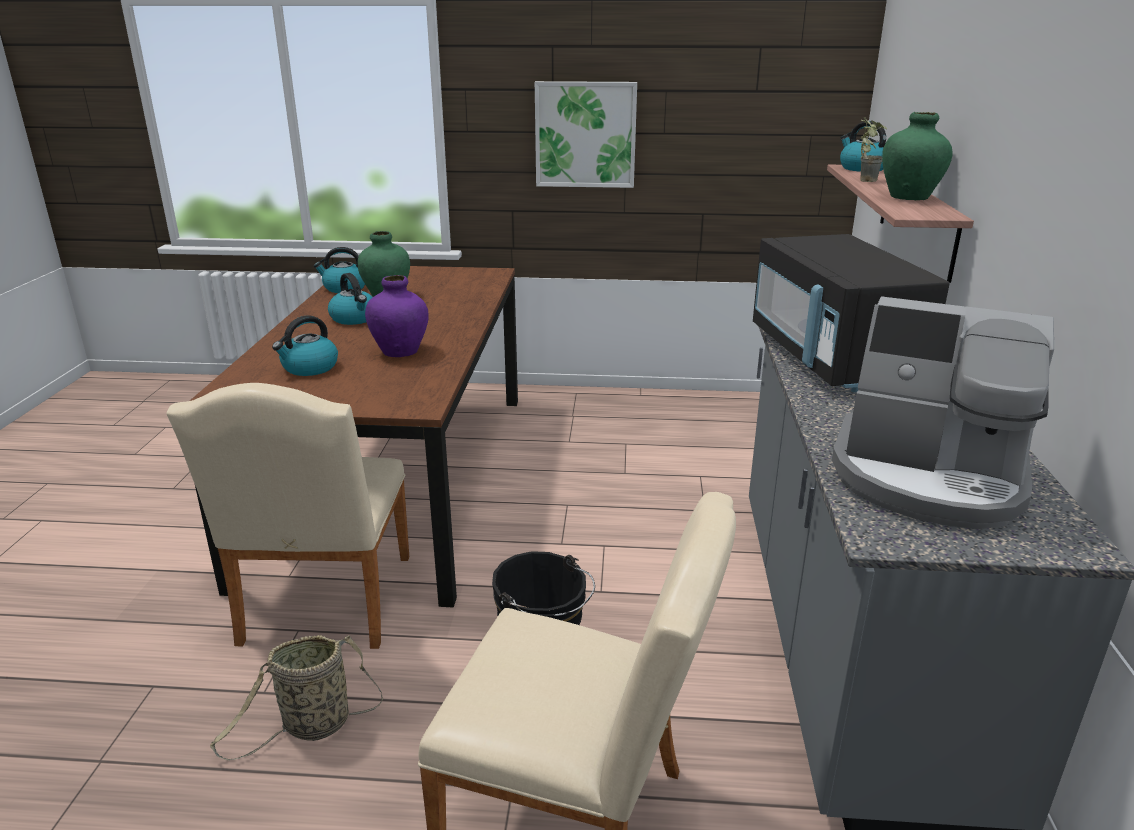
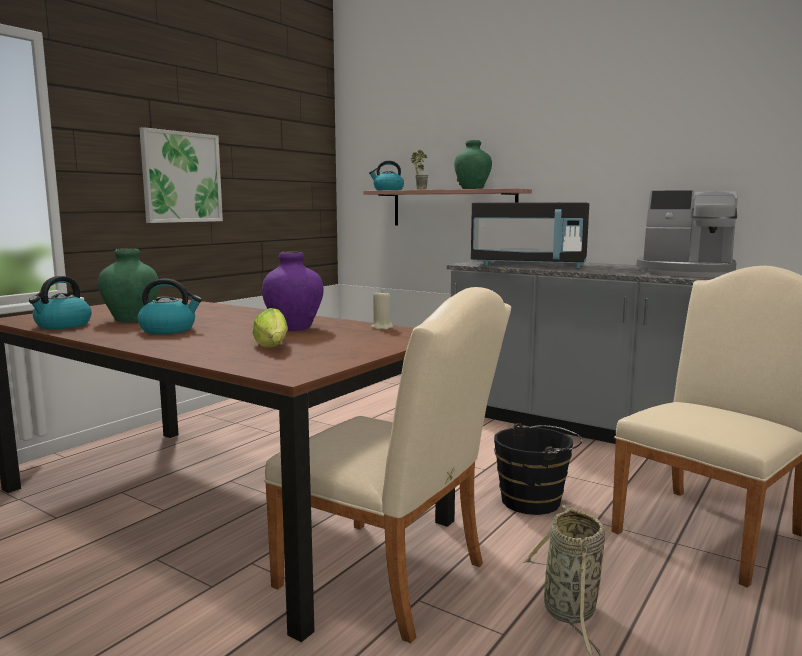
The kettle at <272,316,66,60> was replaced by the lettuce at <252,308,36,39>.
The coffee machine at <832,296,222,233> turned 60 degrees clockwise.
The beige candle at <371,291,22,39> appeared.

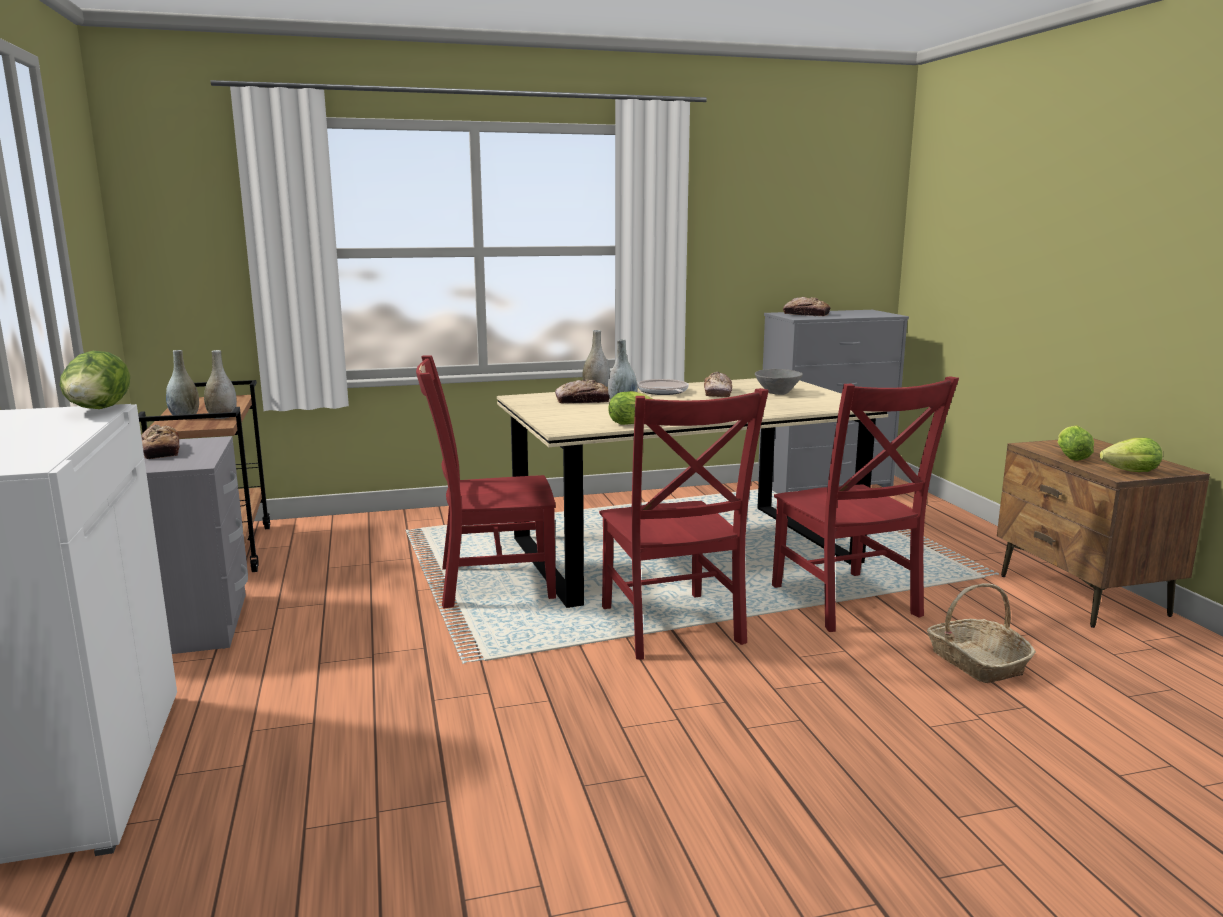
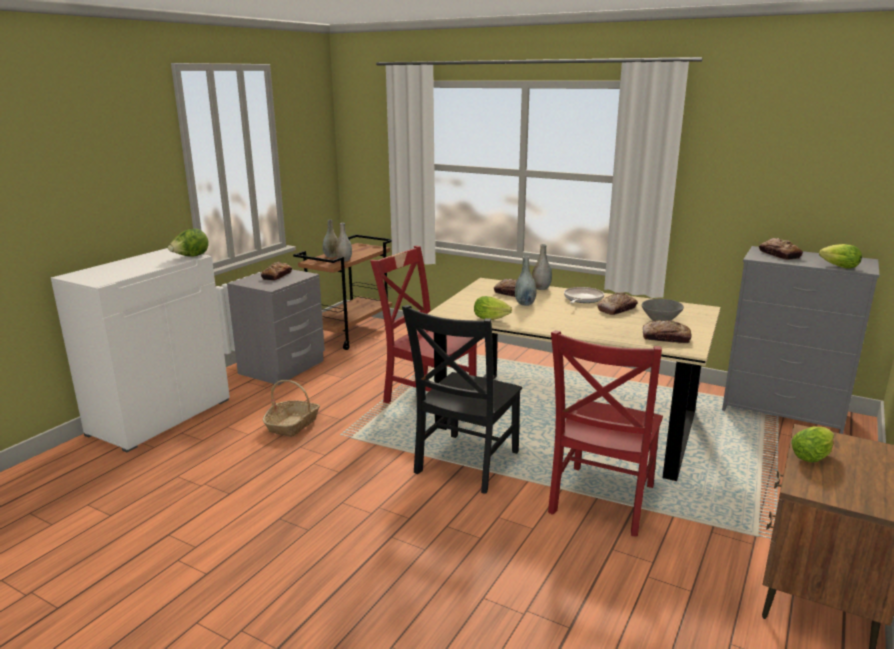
The red chair at <599,388,170,271> became the black chair at <402,305,120,189>.
The basket moved from <927,583,109,100> to <262,380,58,57>.
The lettuce moved from <1100,438,62,34> to <819,244,43,25>.
The bread at <643,320,48,23> appeared.

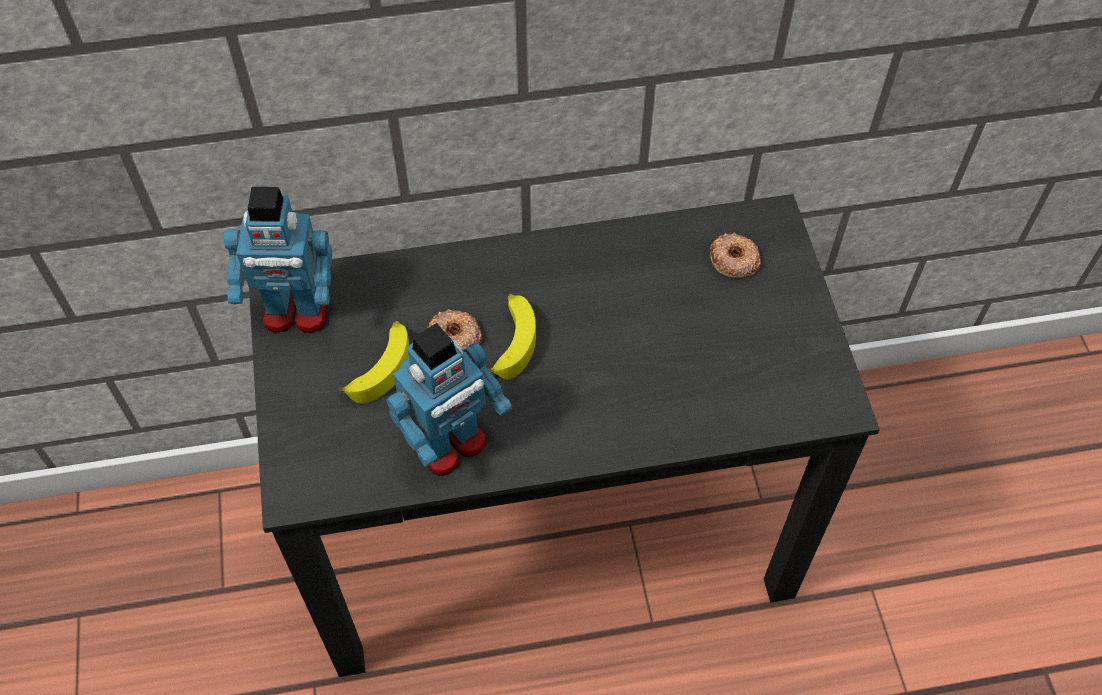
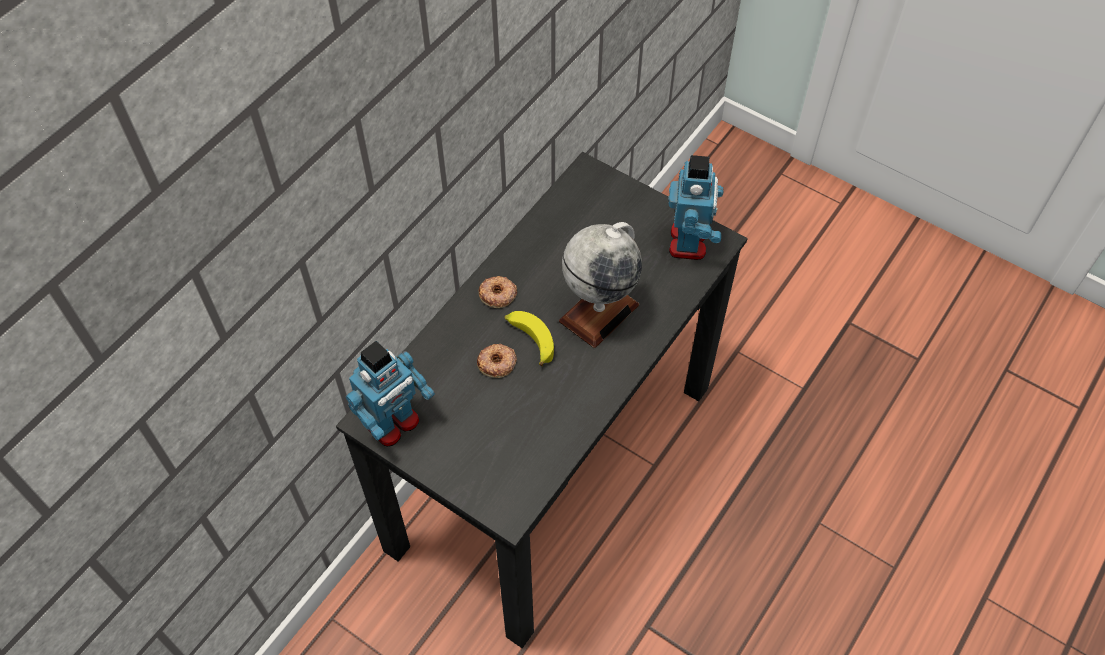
The banana at <339,321,70,83> disappeared.
The toy robot moved from <386,323,126,153> to <668,155,56,105>.
The donut moved from <710,232,51,46> to <479,276,38,32>.
The globe at <559,222,83,126> appeared.

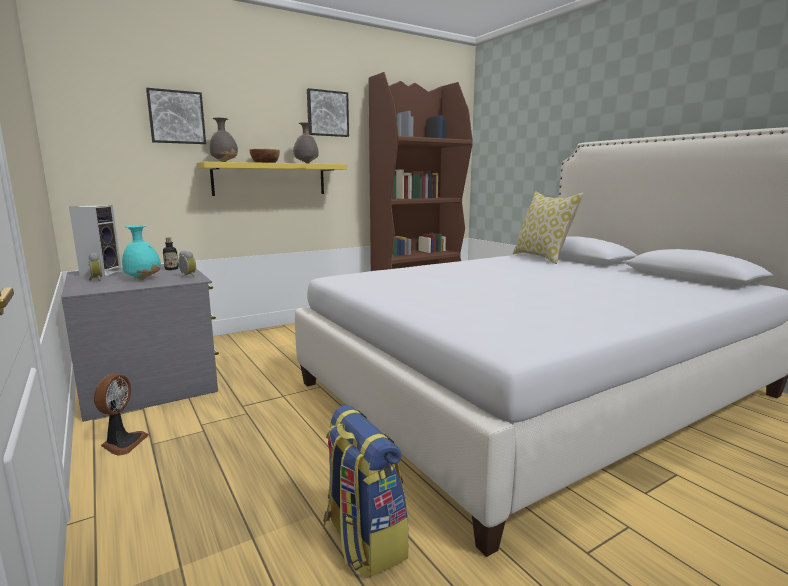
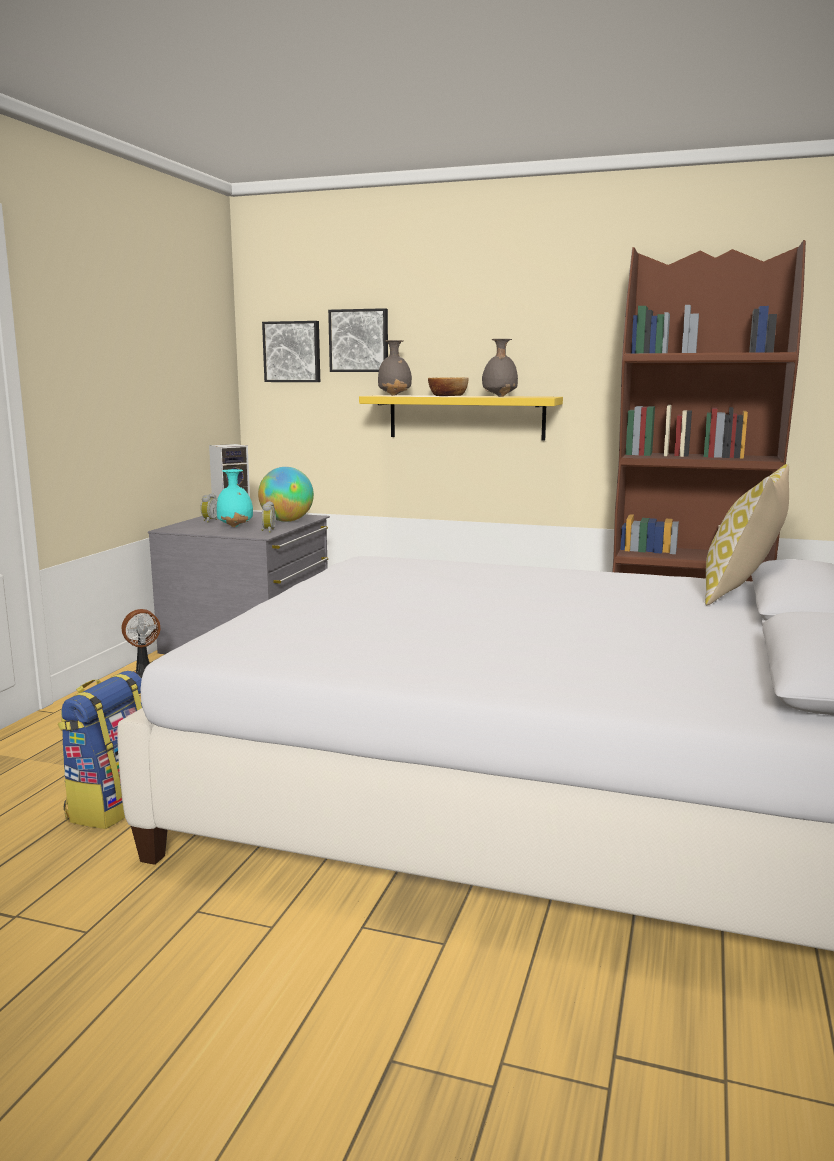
The bottle at <163,237,16,33> was replaced by the globe at <258,467,56,55>.
The picture moved from <307,88,42,49> to <262,321,58,61>.

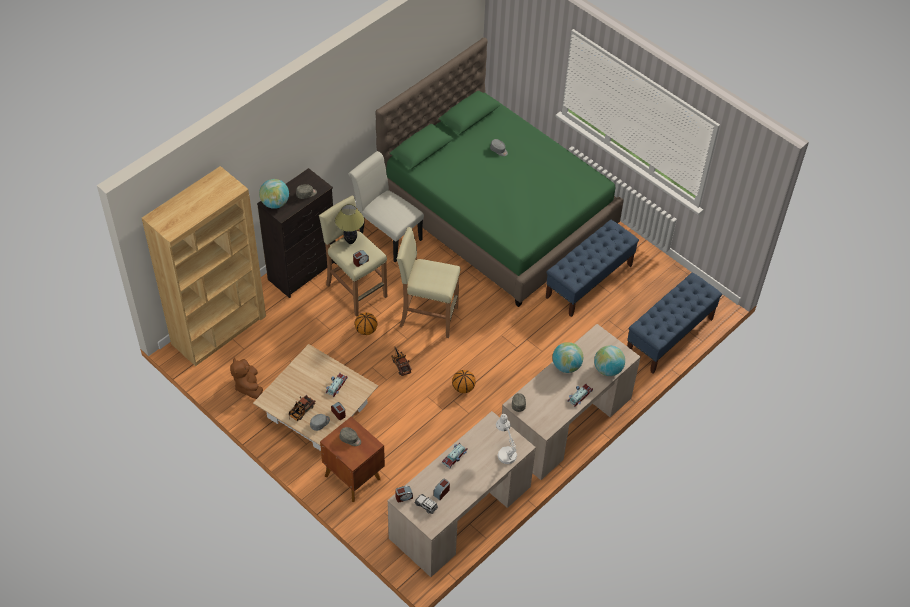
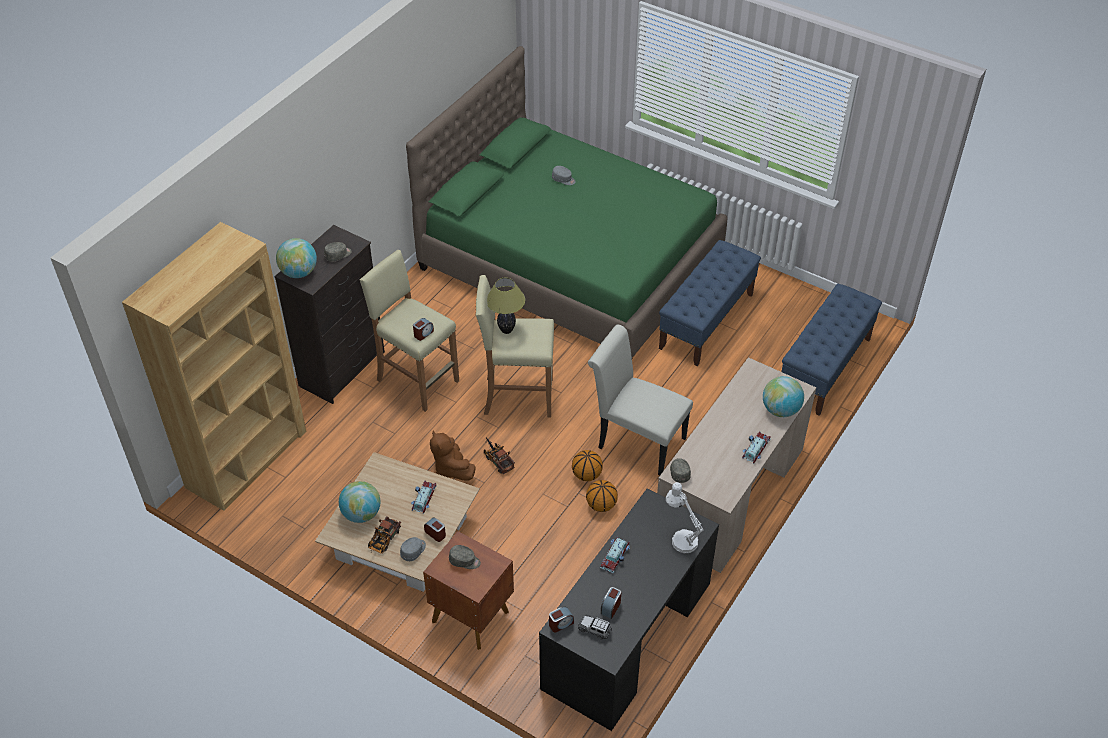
The brown plush toy moved from <230,358,33,41> to <430,430,46,50>.
The table lamp moved from <335,204,29,40> to <487,278,39,56>.
The white chair moved from <348,151,76,111> to <588,325,105,150>.
The basketball moved from <355,312,22,23> to <586,480,32,32>.
The beige desk at <387,411,149,166> became the black desk at <539,488,180,243>.
The globe moved from <552,342,31,31> to <339,481,42,42>.

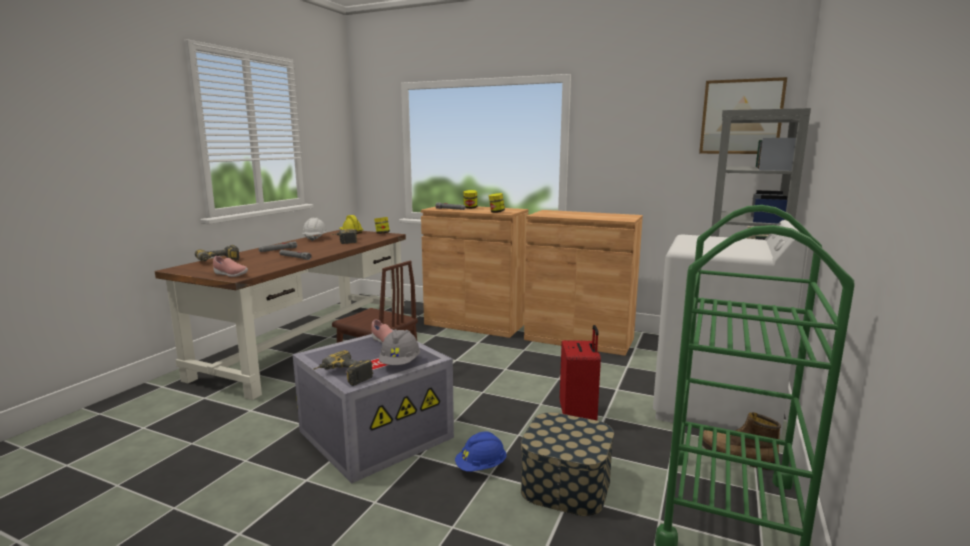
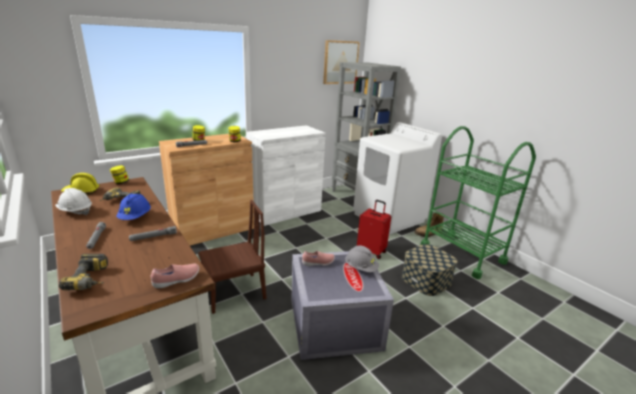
The power drill at <313,350,60,36> disappeared.
The blue hard hat moved from <455,431,52,41> to <116,194,35,26>.
The brown cabinet at <524,210,119,146> became the white cabinet at <246,125,79,101>.

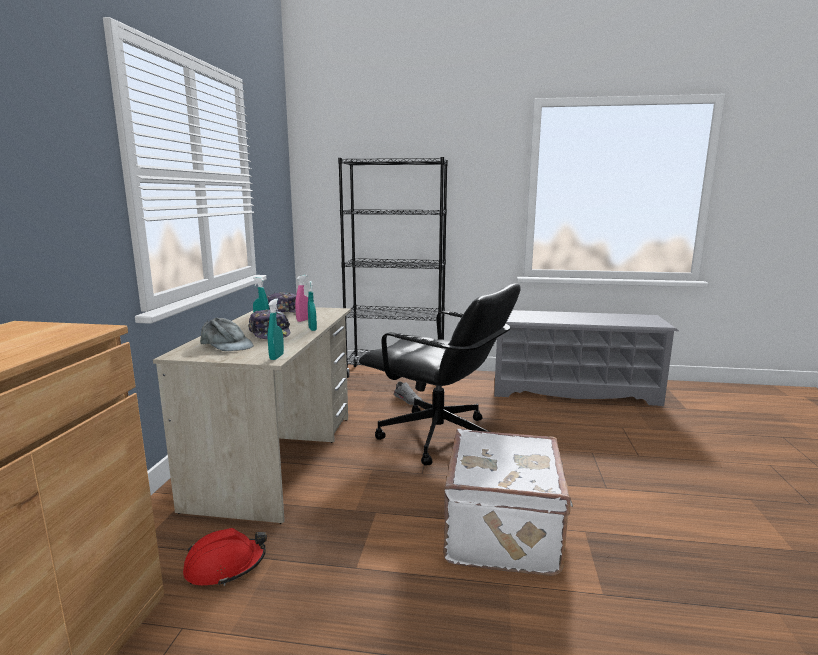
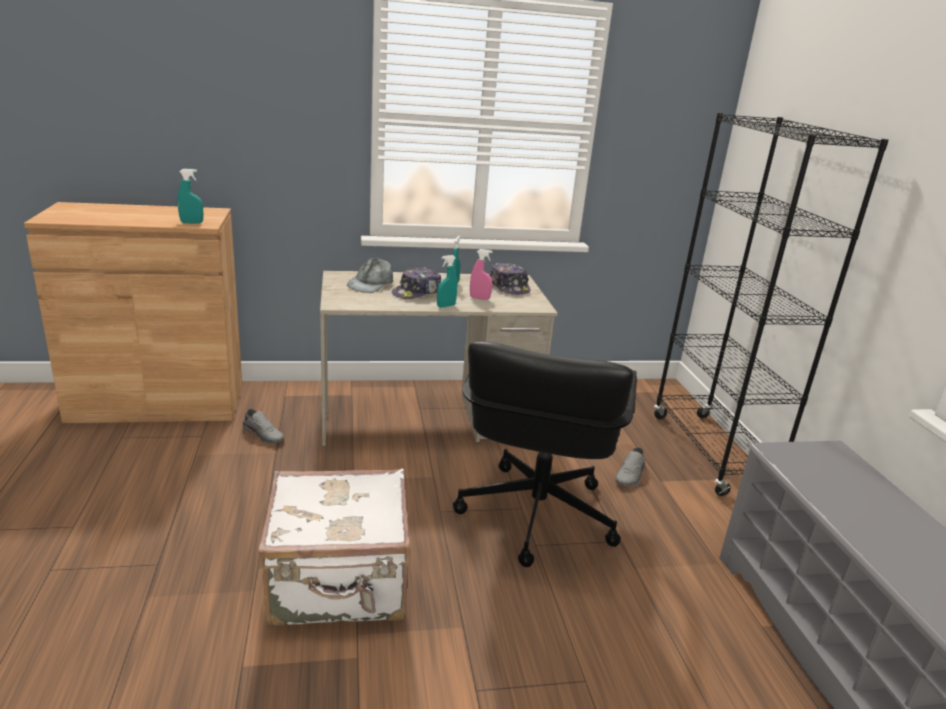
The red hard hat at <183,528,84,58> was replaced by the grey shoe at <242,409,42,35>.
The turquoise spray bottle moved from <268,298,16,62> to <177,169,26,55>.

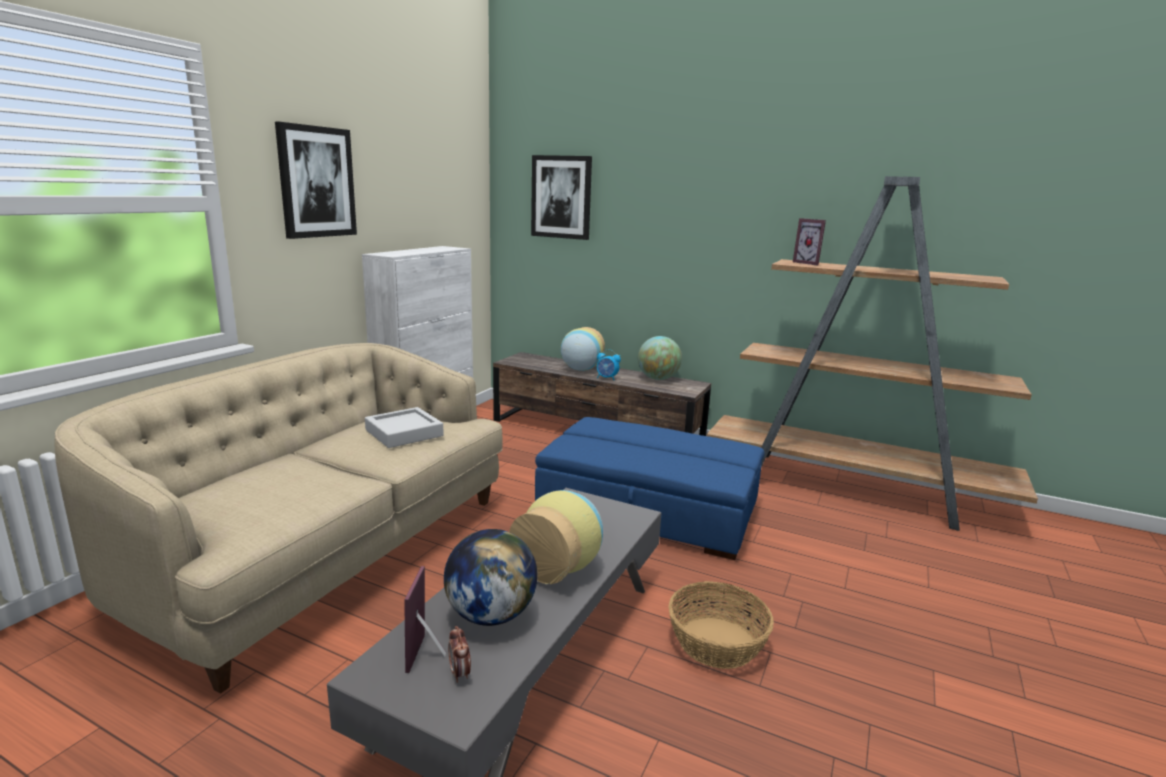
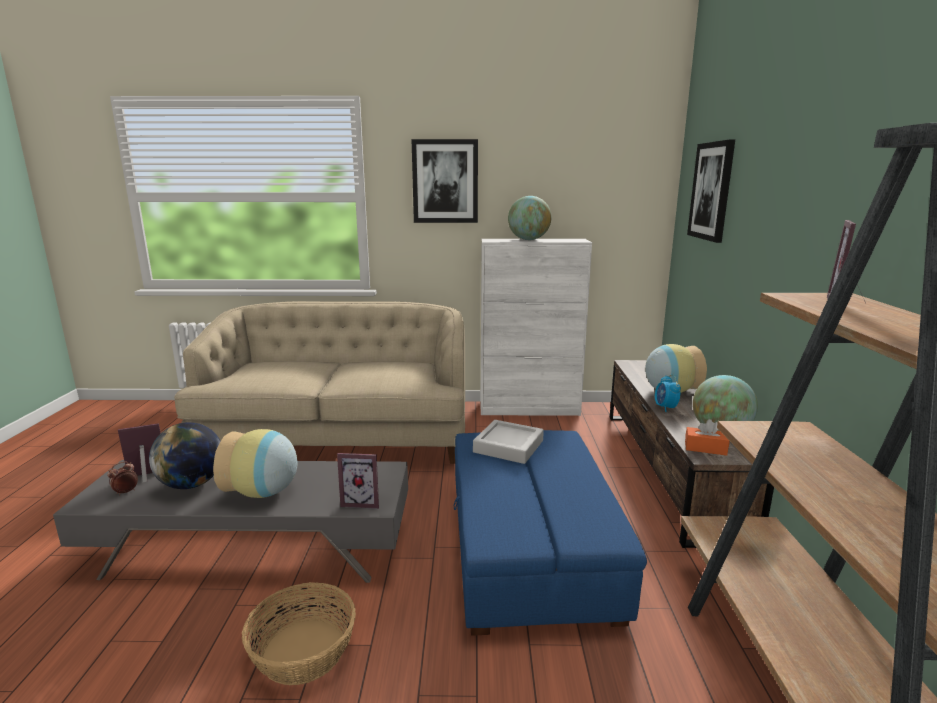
The grey tray moved from <365,407,79,41> to <473,420,71,44>.
The picture frame at <337,453,42,56> appeared.
The globe at <508,196,43,44> appeared.
The orange tissue box at <685,419,45,37> appeared.

